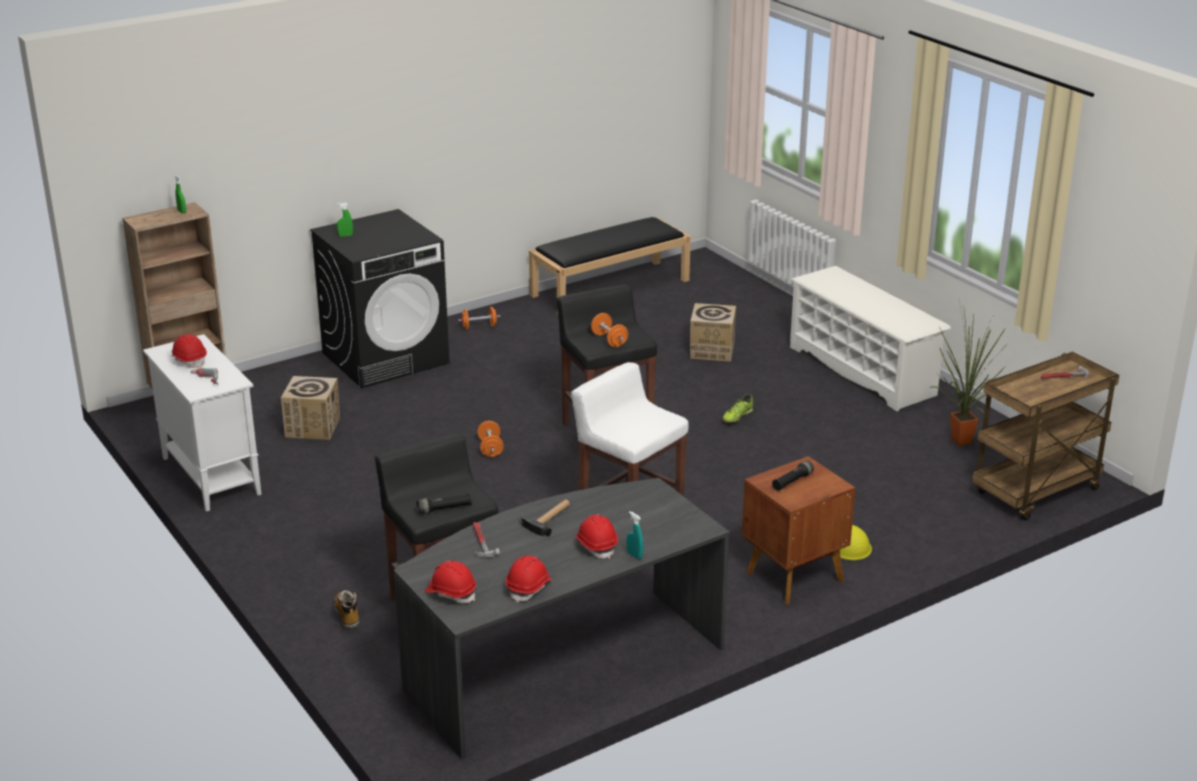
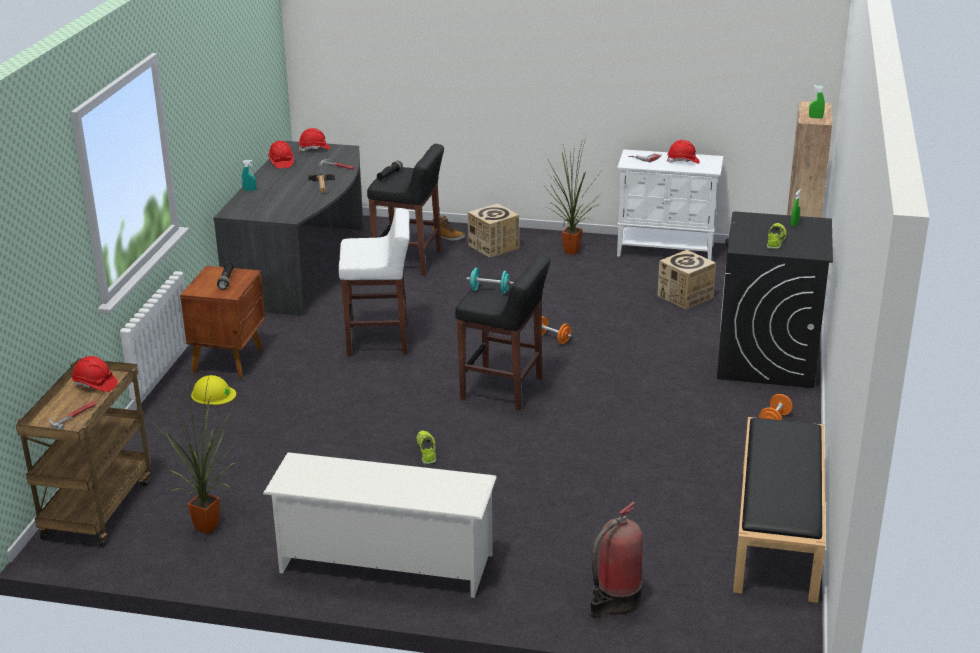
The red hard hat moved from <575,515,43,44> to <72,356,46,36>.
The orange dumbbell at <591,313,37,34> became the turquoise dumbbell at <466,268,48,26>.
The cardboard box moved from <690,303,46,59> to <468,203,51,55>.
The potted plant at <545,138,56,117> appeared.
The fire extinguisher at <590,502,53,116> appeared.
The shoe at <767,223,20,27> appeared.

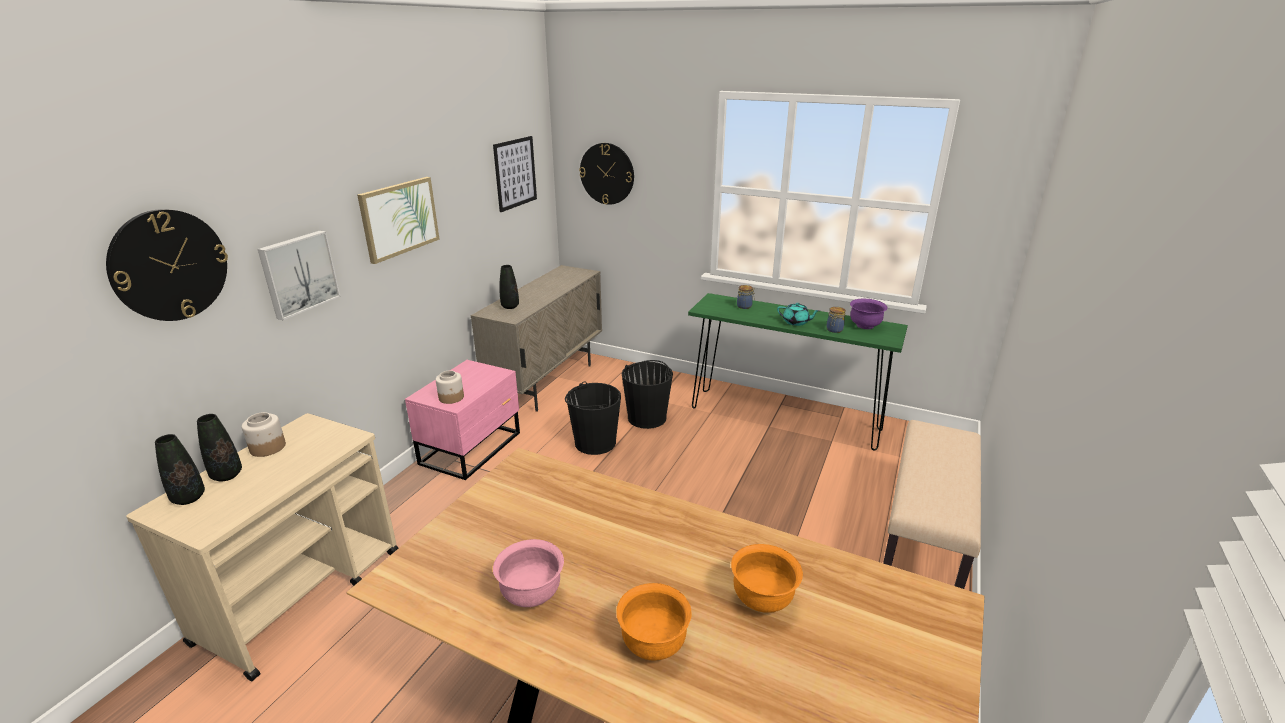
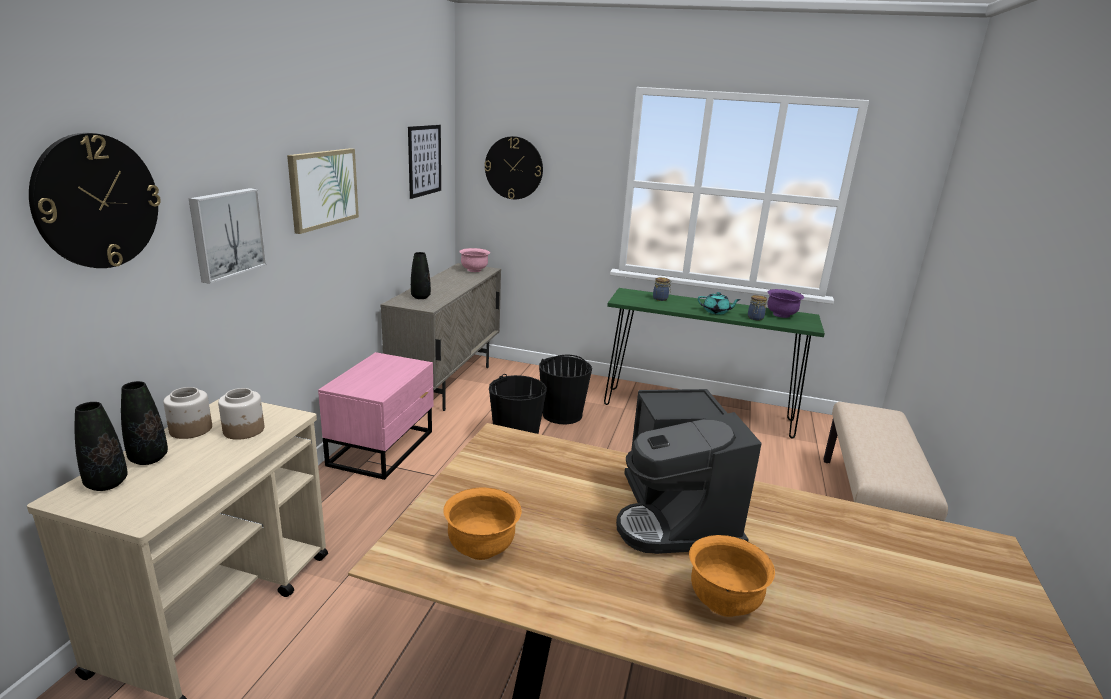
The jar moved from <436,370,28,34> to <218,388,46,52>.
The pink bowl moved from <493,539,71,68> to <459,248,31,24>.
The orange bowl moved from <731,544,72,69> to <443,487,79,73>.
The coffee machine at <616,389,146,165> appeared.

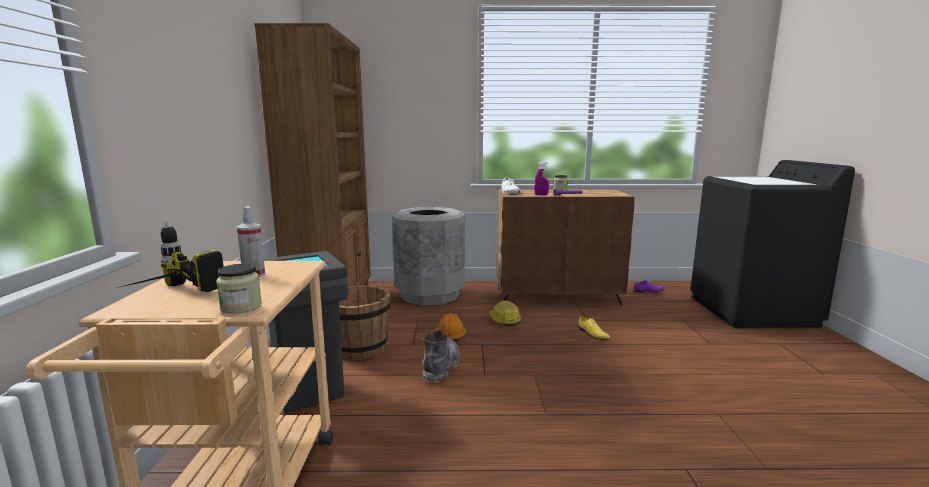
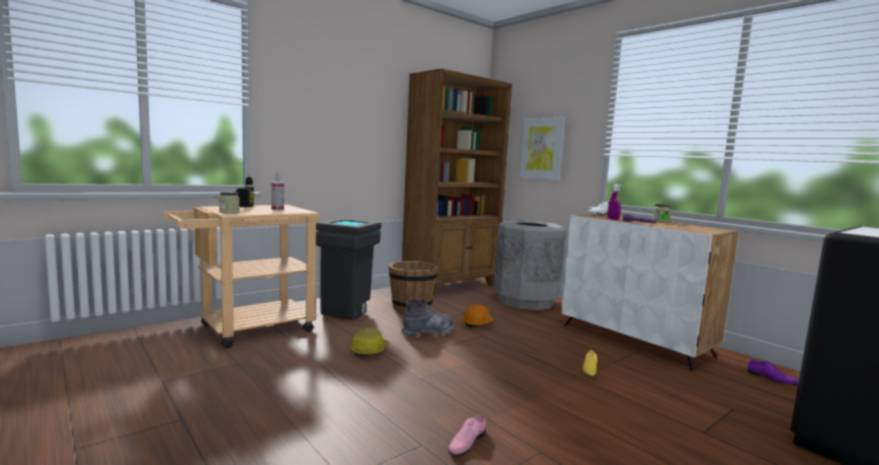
The hard hat moved from <489,300,32,26> to <350,327,39,30>.
The brown cabinet at <497,190,138,115> became the white cabinet at <562,214,176,157>.
The pink shoe at <448,414,38,42> appeared.
The picture at <519,117,46,63> appeared.

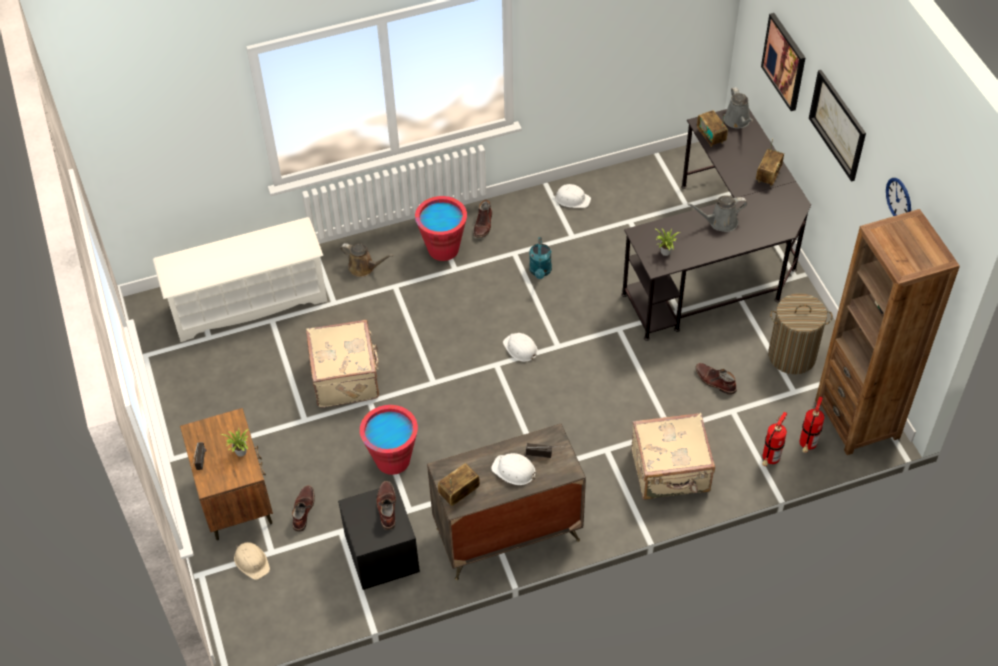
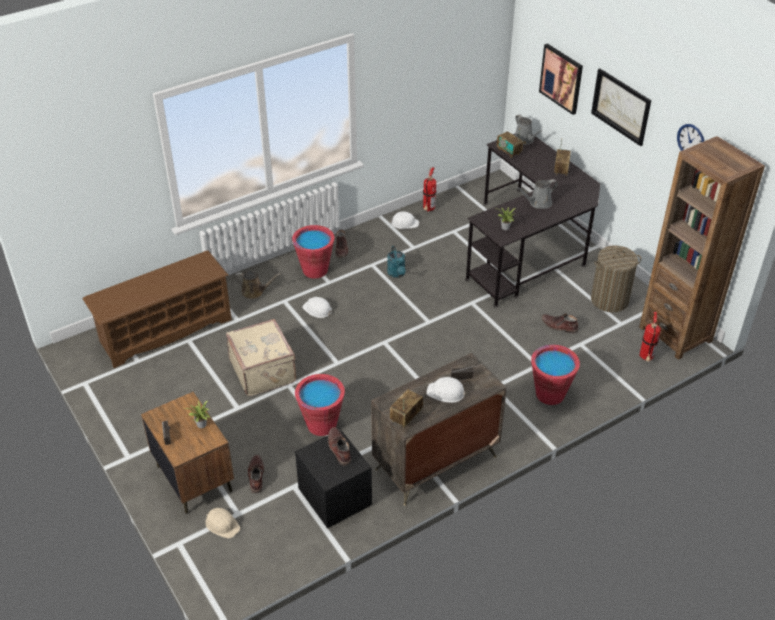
The white shoe rack at <153,217,175,125> became the brown shoe rack at <82,250,150,118>.
The white hard hat moved from <503,333,35,29> to <302,297,30,21>.
The beige suitcase at <632,413,83,87> was replaced by the red bucket at <531,345,49,60>.
The fire extinguisher moved from <762,412,25,54> to <423,167,13,45>.

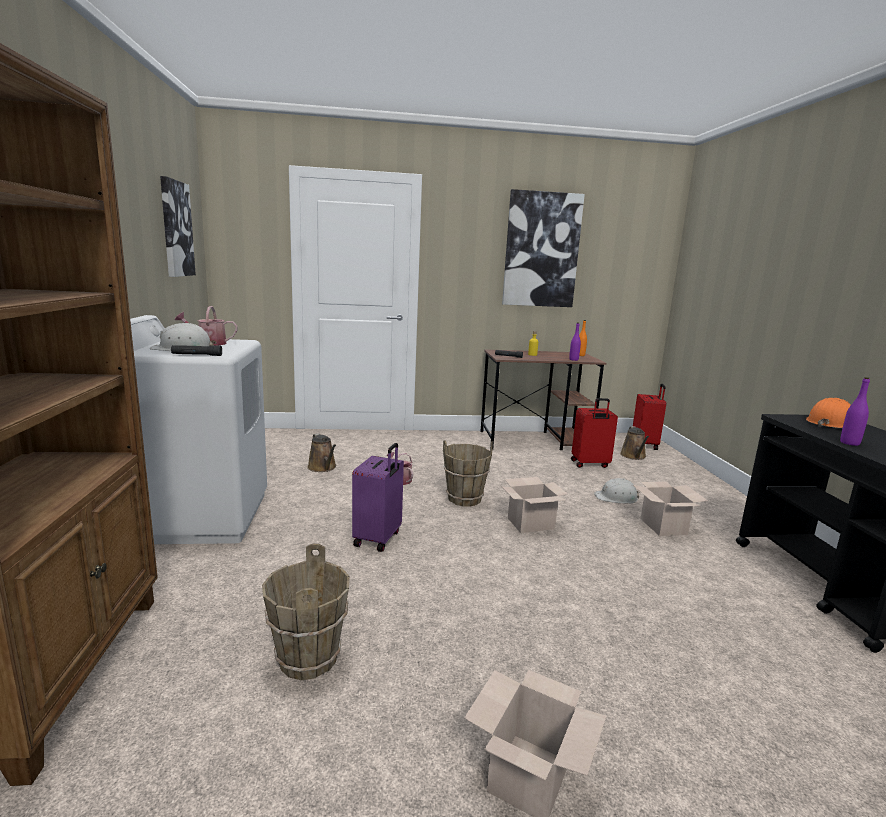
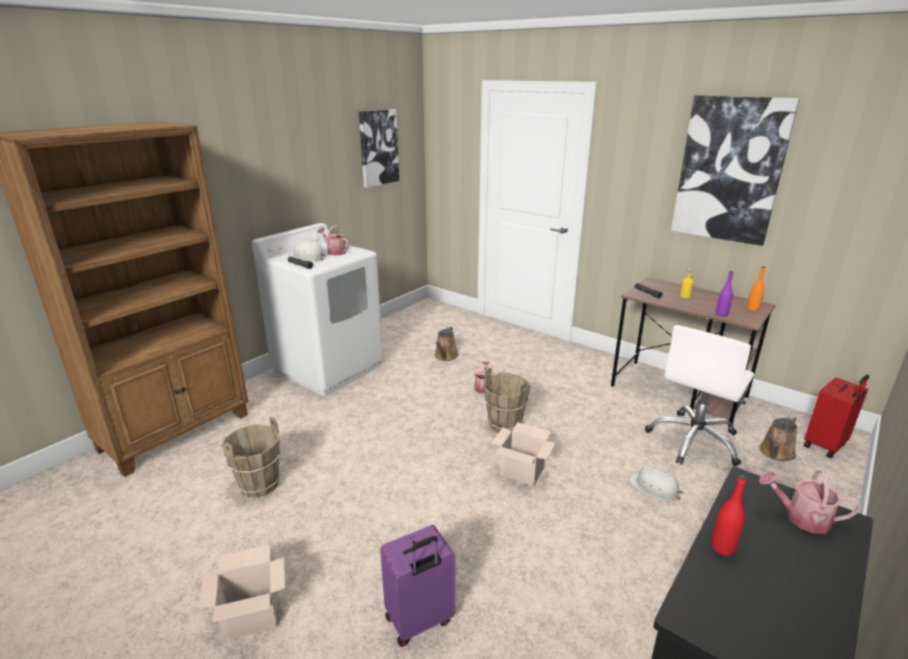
The purple suitcase moved from <352,443,52,109> to <380,525,75,122>.
The red suitcase at <571,398,47,70> was replaced by the white office chair at <645,325,109,141>.
The cardboard box at <633,482,75,54> disappeared.
The orange hard hat at <806,398,45,30> was replaced by the watering can at <759,470,103,64>.
The purple bottle at <840,377,30,69> became the red bottle at <711,475,35,81>.

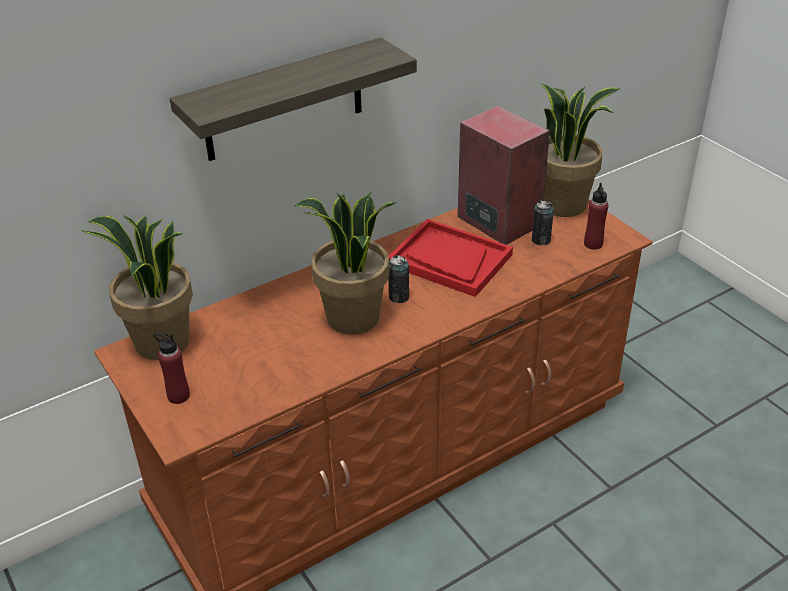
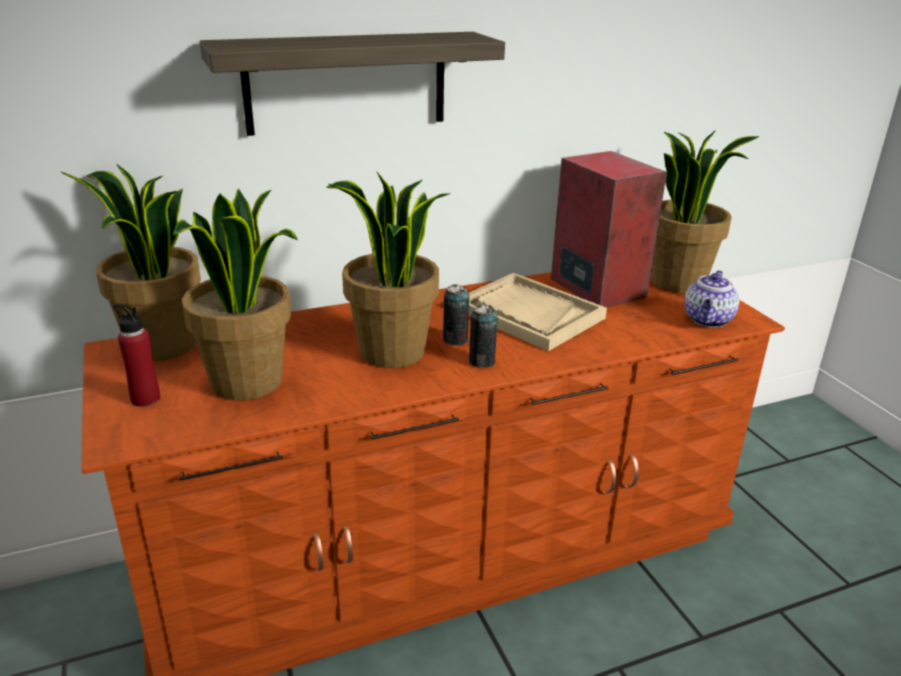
The red tray at <388,219,125,78> became the beige tray at <469,273,138,78>.
The can moved from <532,200,22,45> to <469,304,29,64>.
The red bottle at <584,183,24,67> was replaced by the teapot at <684,271,55,56>.
The potted plant at <173,188,125,212> appeared.

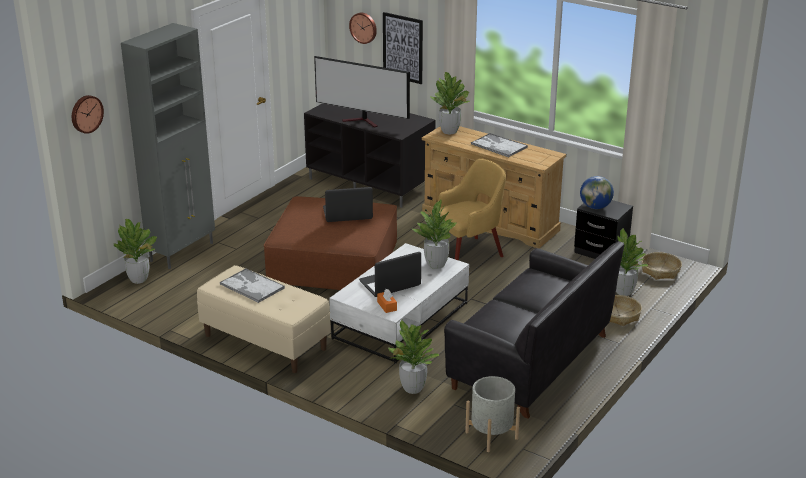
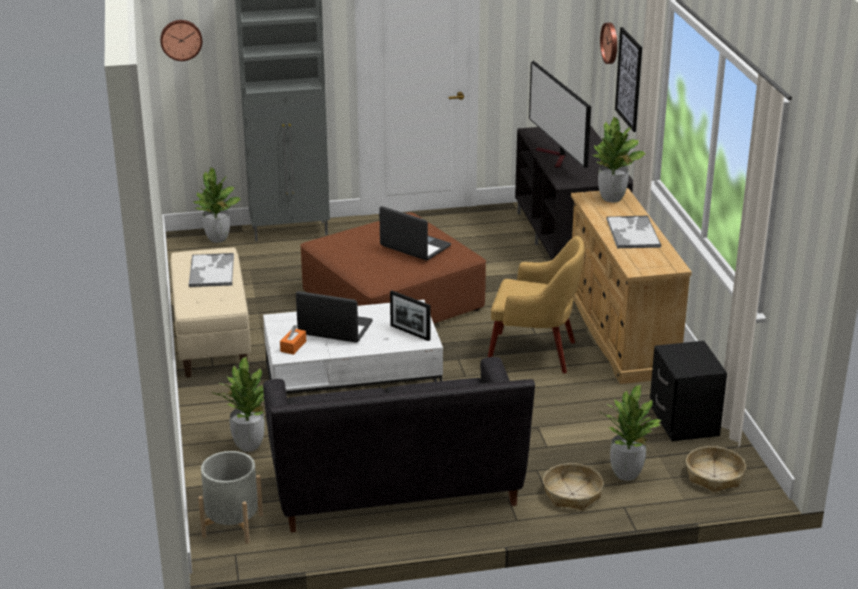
The potted plant at <413,200,44,69> was replaced by the picture frame at <390,290,40,51>.
The globe at <580,176,34,33> disappeared.

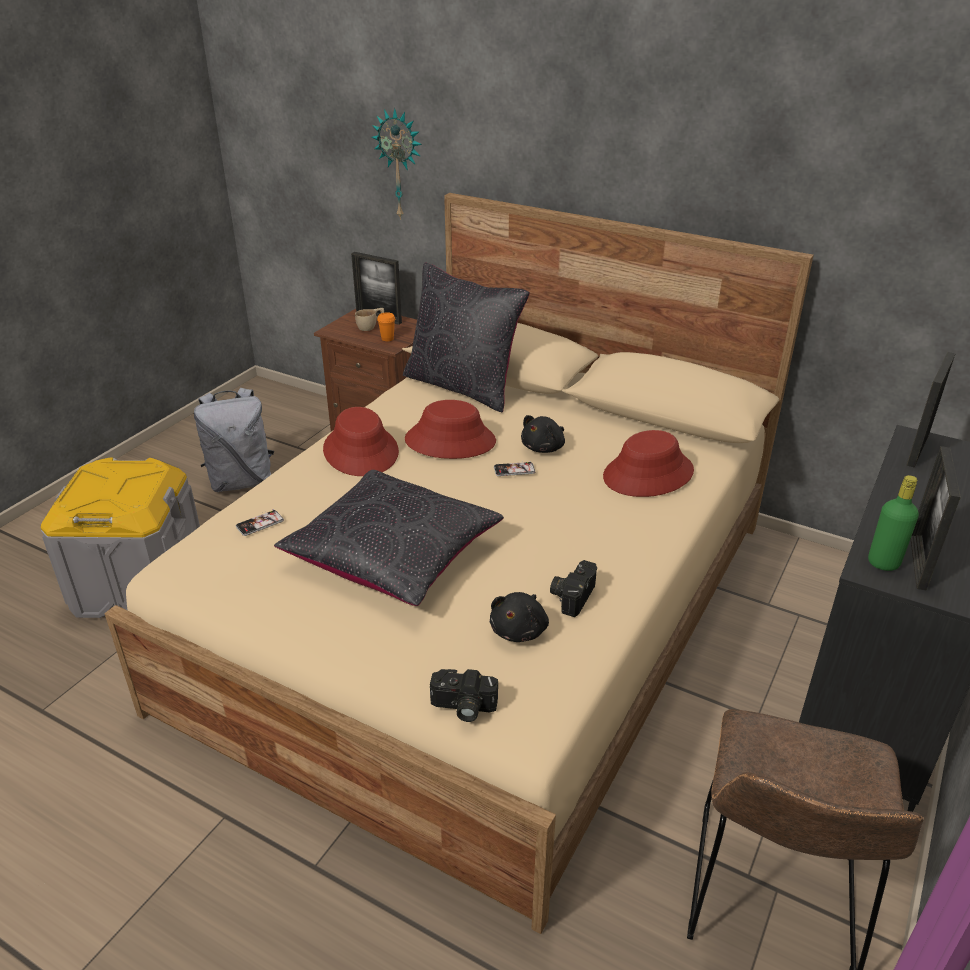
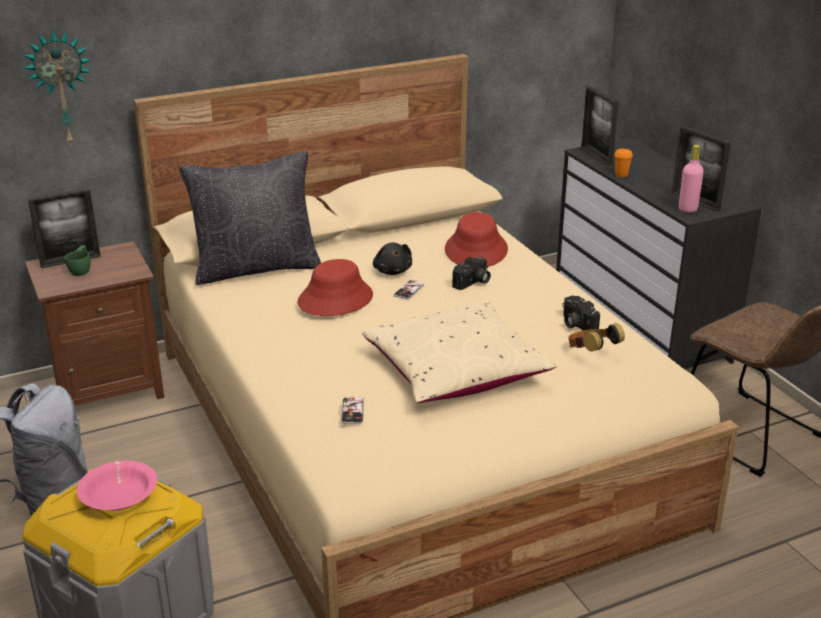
The black pillow at <274,470,230,136> became the beige pillow at <362,303,195,100>.
The red hat at <323,407,76,69> disappeared.
The beige cup at <355,308,29,23> became the green cup at <65,245,26,31>.
The orange cup moved from <377,312,18,29> to <614,149,19,28>.
The photo camera moved from <430,669,68,53> to <452,257,39,33>.
The black plush toy at <490,592,59,50> was replaced by the headphones at <568,323,57,29>.
The green bottle at <868,475,51,96> became the pink bottle at <679,145,25,68>.
The pink bowl at <77,461,80,50> appeared.

